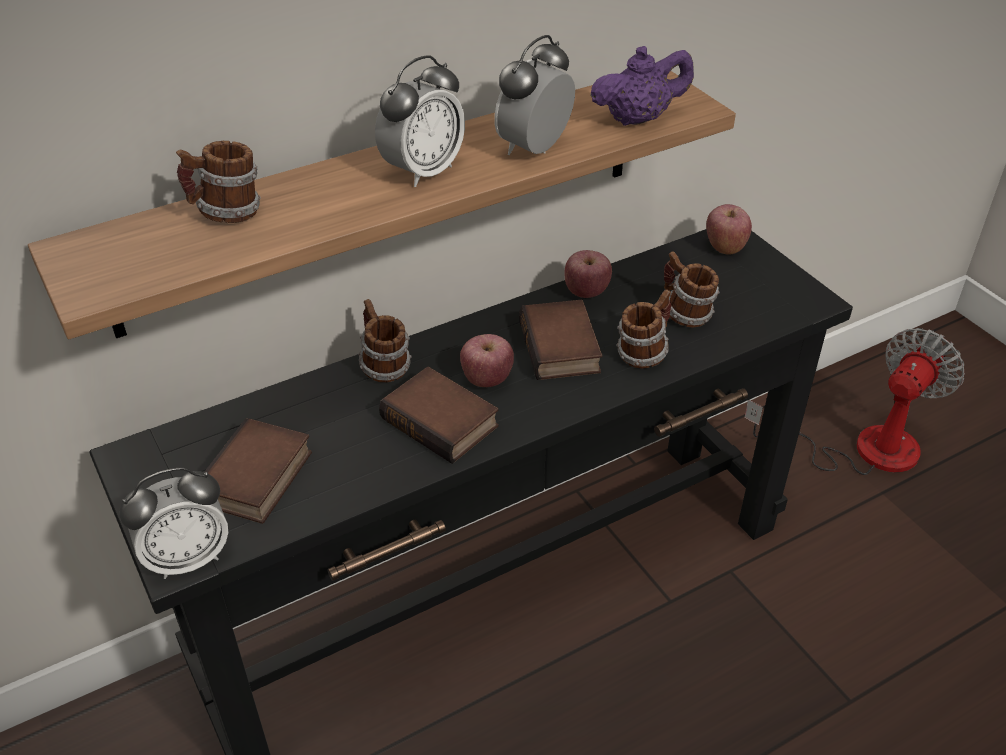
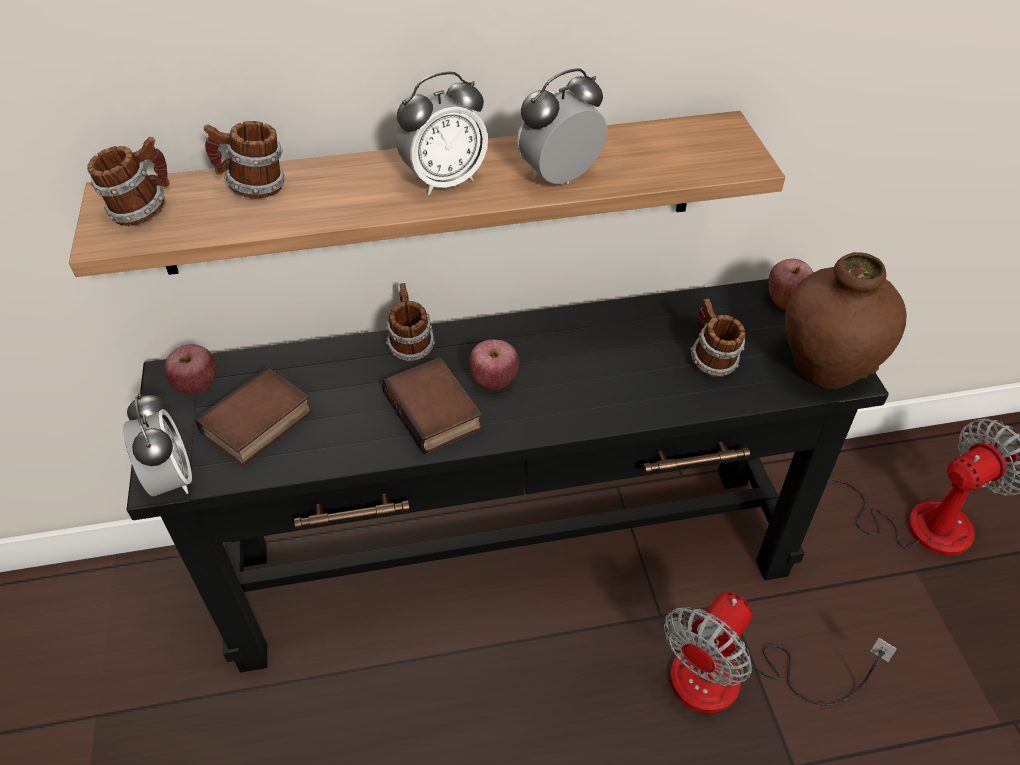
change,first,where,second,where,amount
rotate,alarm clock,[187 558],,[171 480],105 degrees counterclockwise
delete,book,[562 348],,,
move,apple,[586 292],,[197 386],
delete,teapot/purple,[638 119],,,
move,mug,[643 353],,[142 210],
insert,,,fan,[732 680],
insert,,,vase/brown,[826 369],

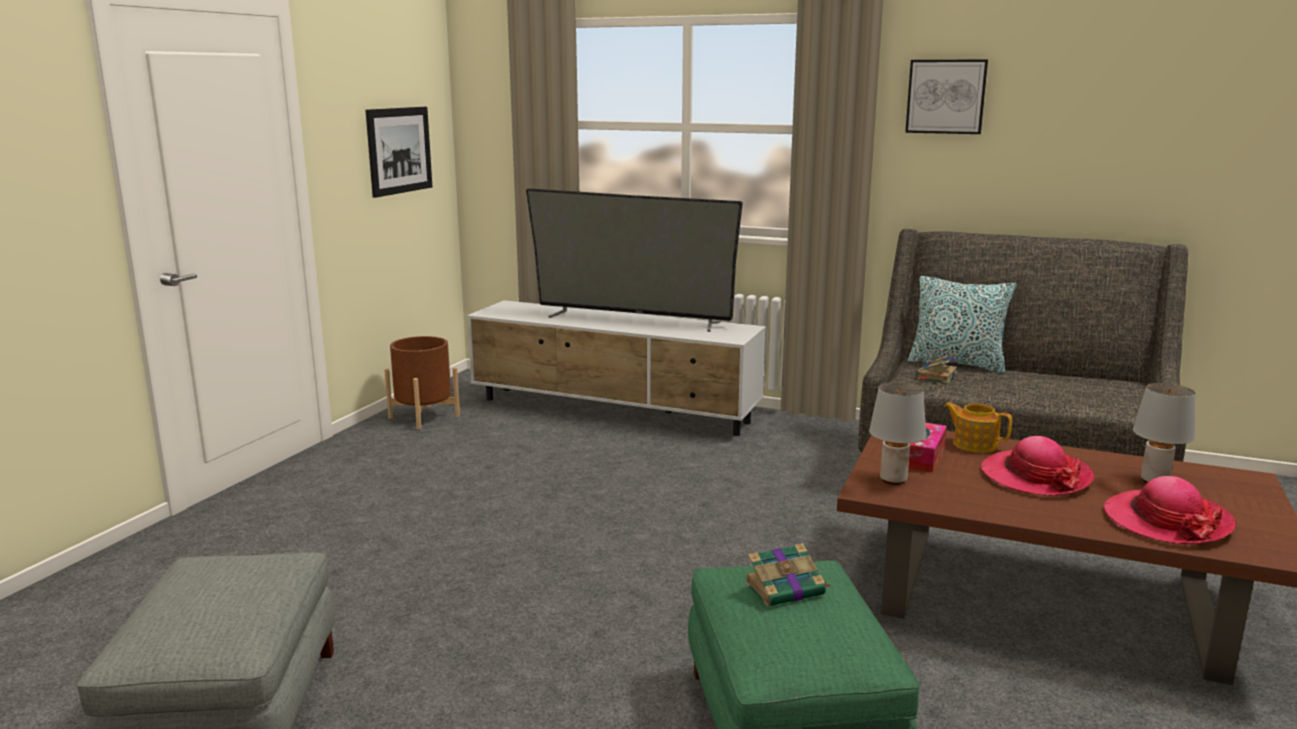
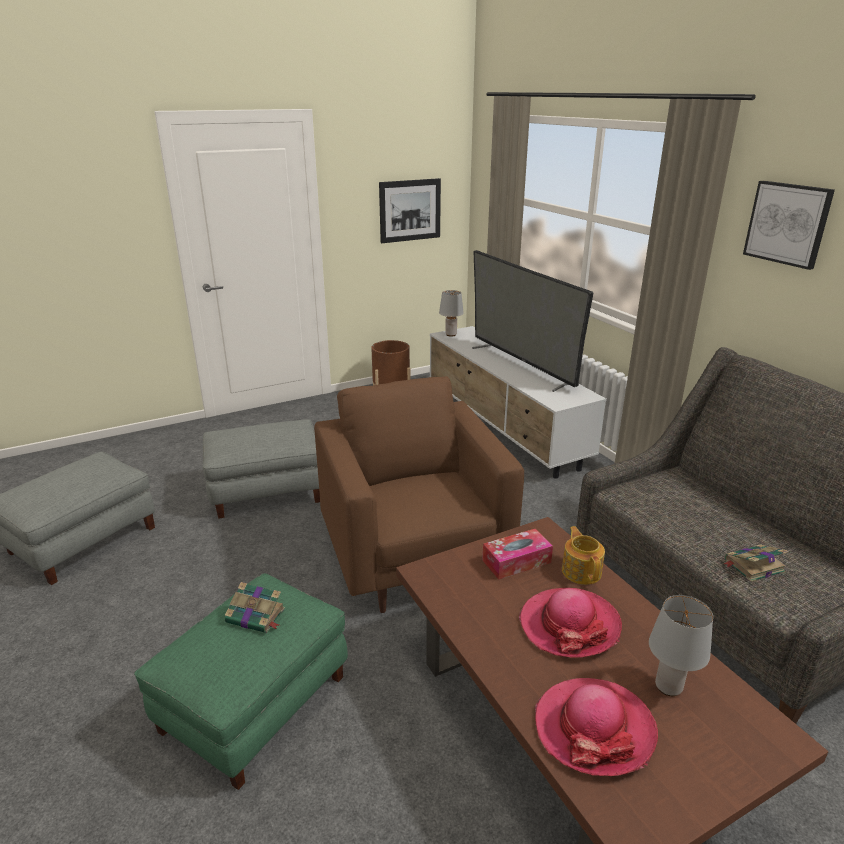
change,first,where,second,where,amount
move,table lamp/grey,[894 480],,[451 335],
delete,pillow,[957 364],,,
move,book,[936 376],,[753 566],
insert,,,ottoman/grey,[267 490],
insert,,,armchair/brown,[414 559],

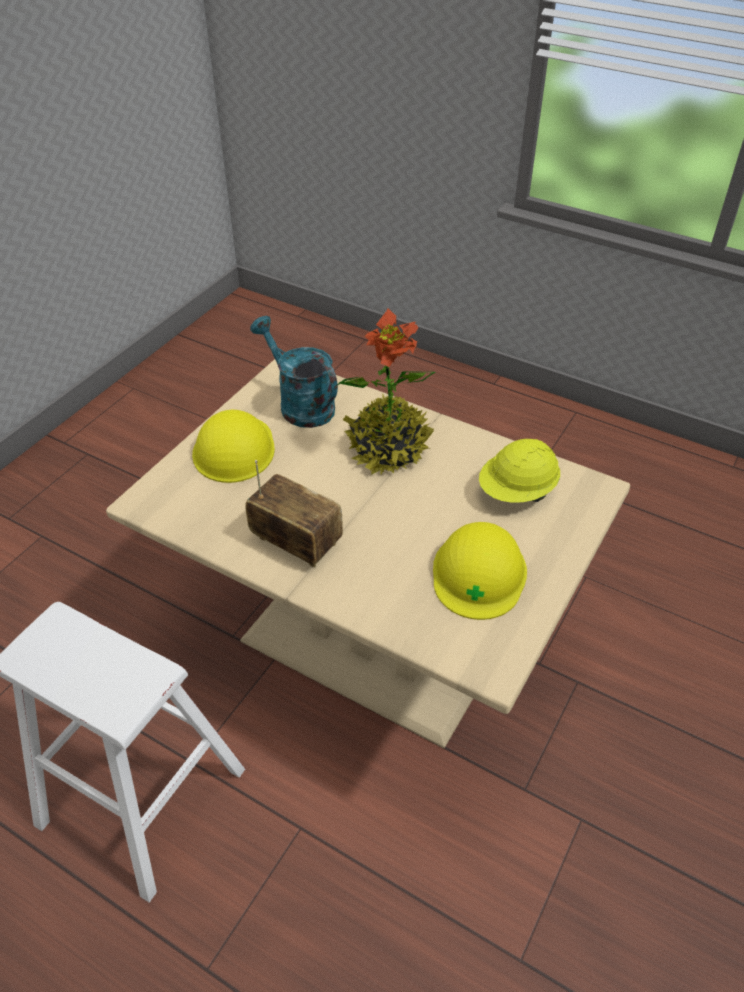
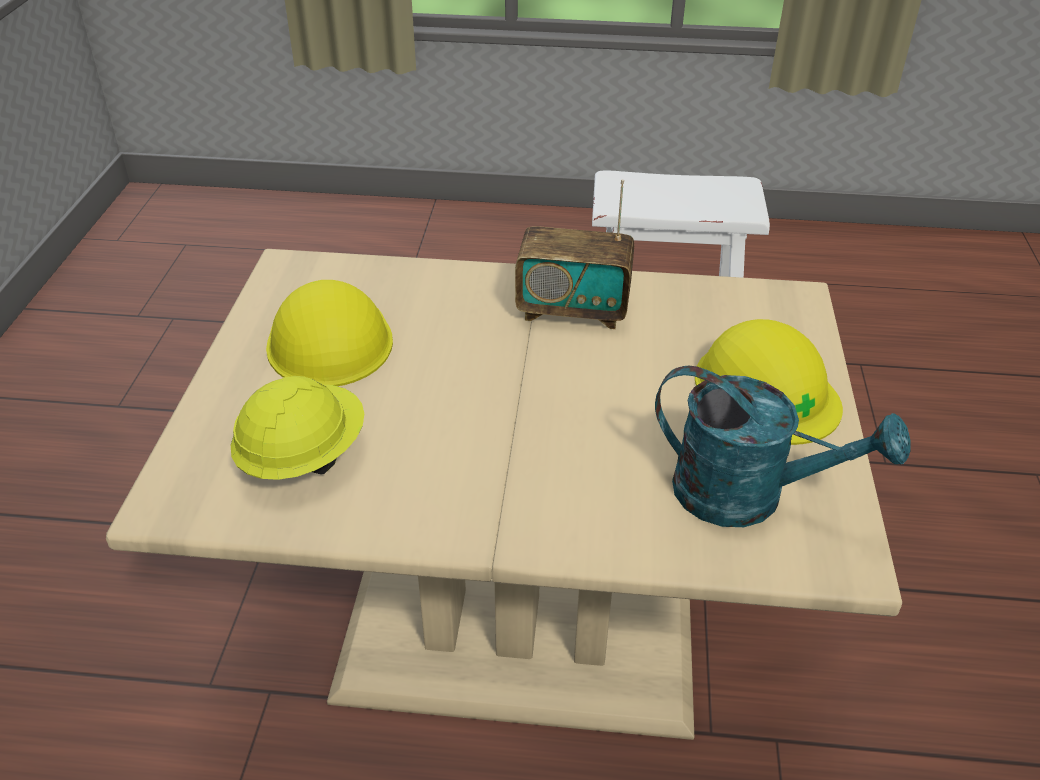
change,first,where,second,where,amount
delete,potted plant,[388 449],,,

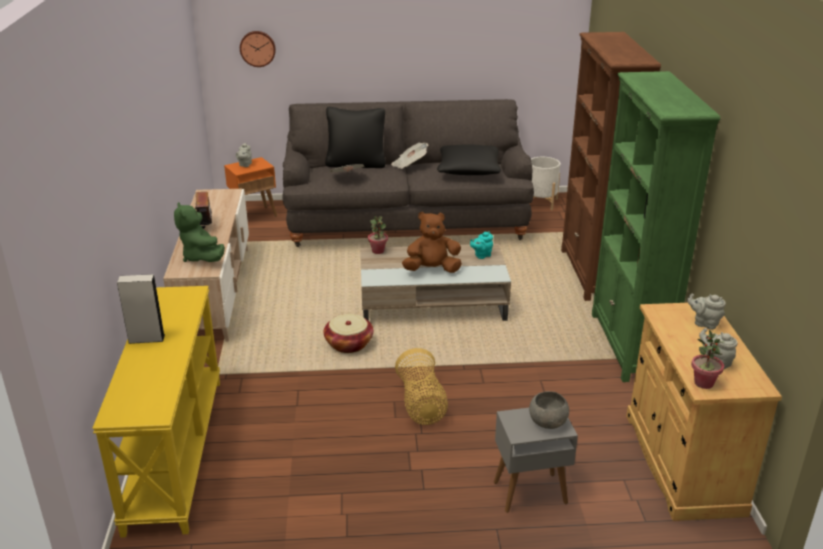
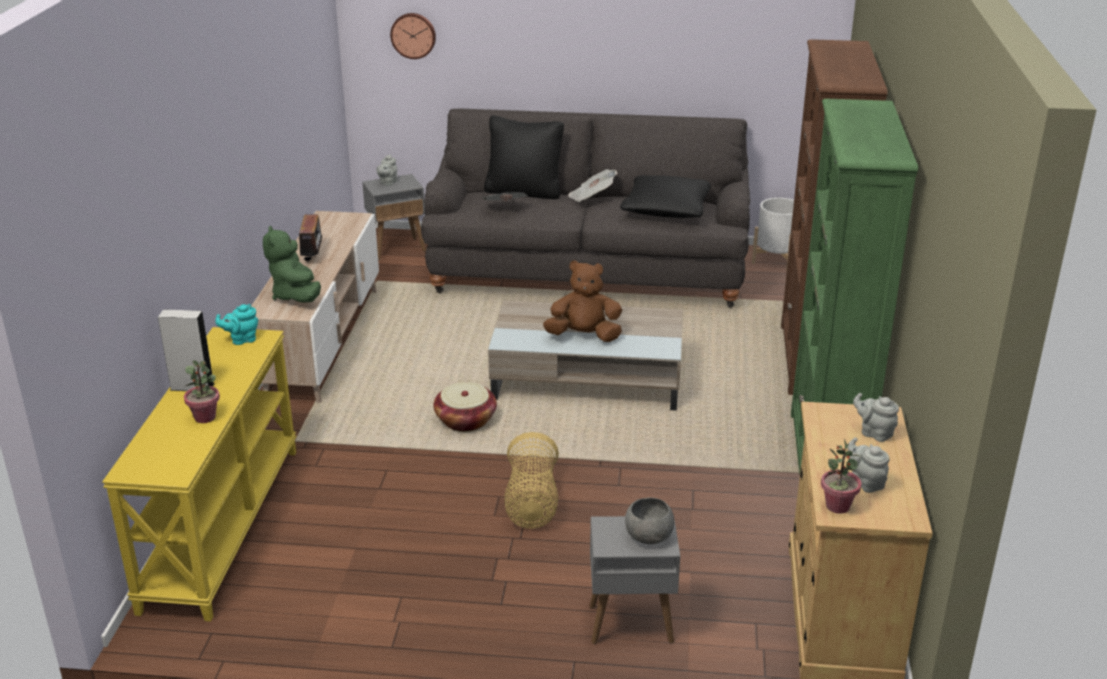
change,first,where,second,where,amount
recolor,side table/orange,[254 216],side table/grey,[397 248],
move,potted plant,[378 251],,[205 417],
move,teapot/turquoise,[481 255],,[241 340],

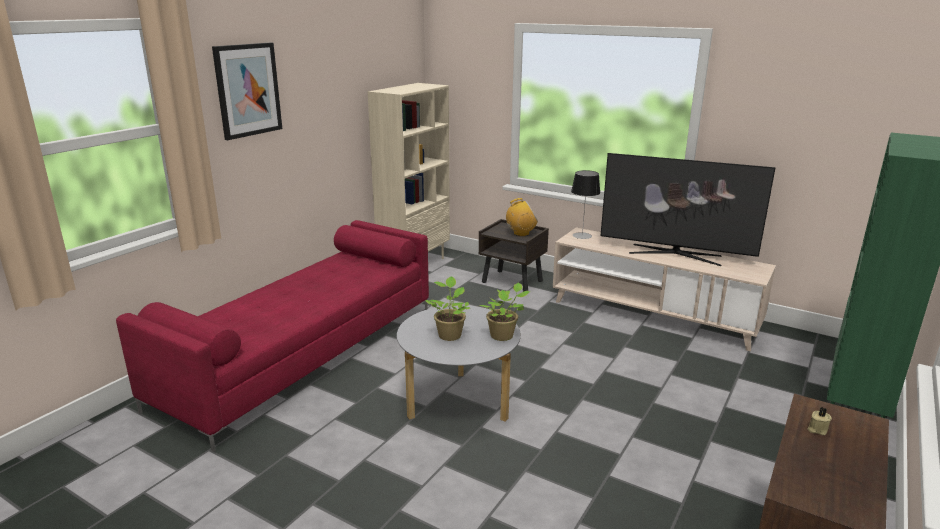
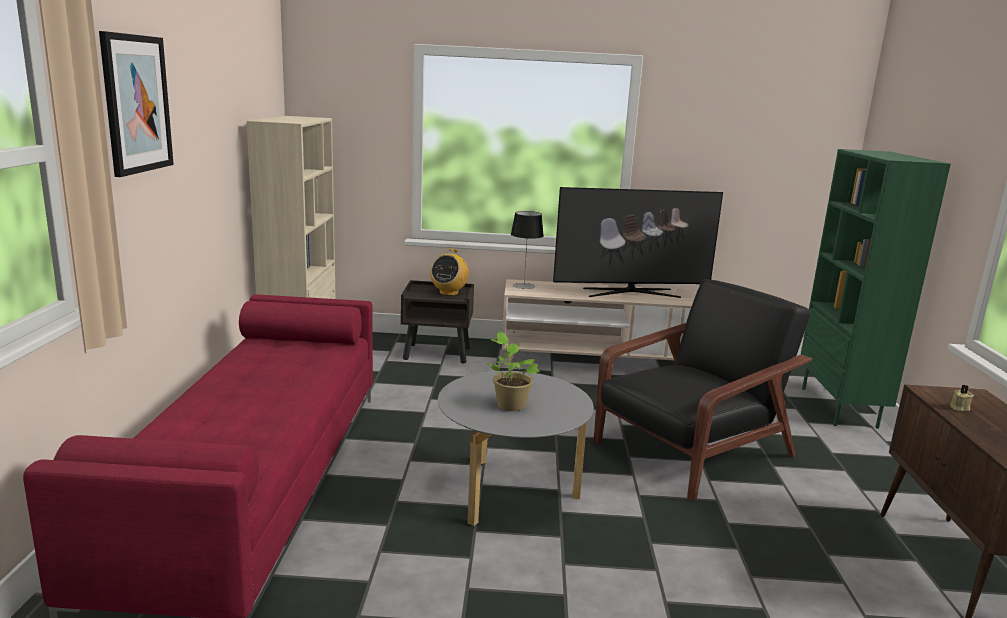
change,first,where,second,where,amount
delete,potted plant,[503 336],,,
rotate,radio,[521 233],,[449 293],150 degrees clockwise
insert,,,armchair/black,[690 450],

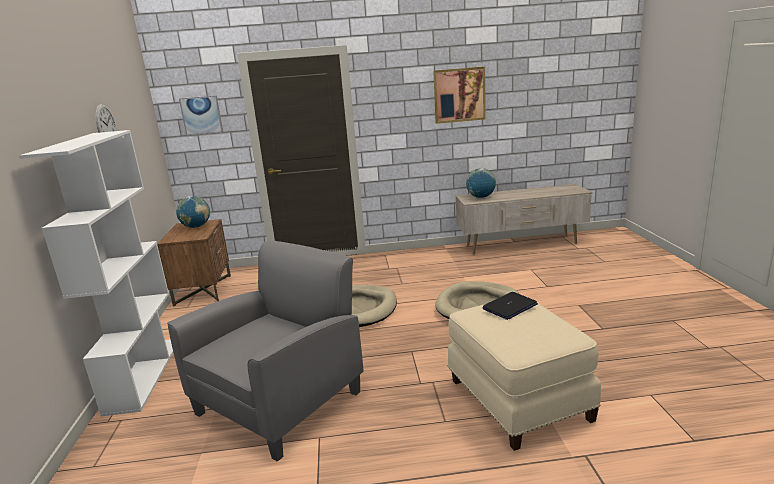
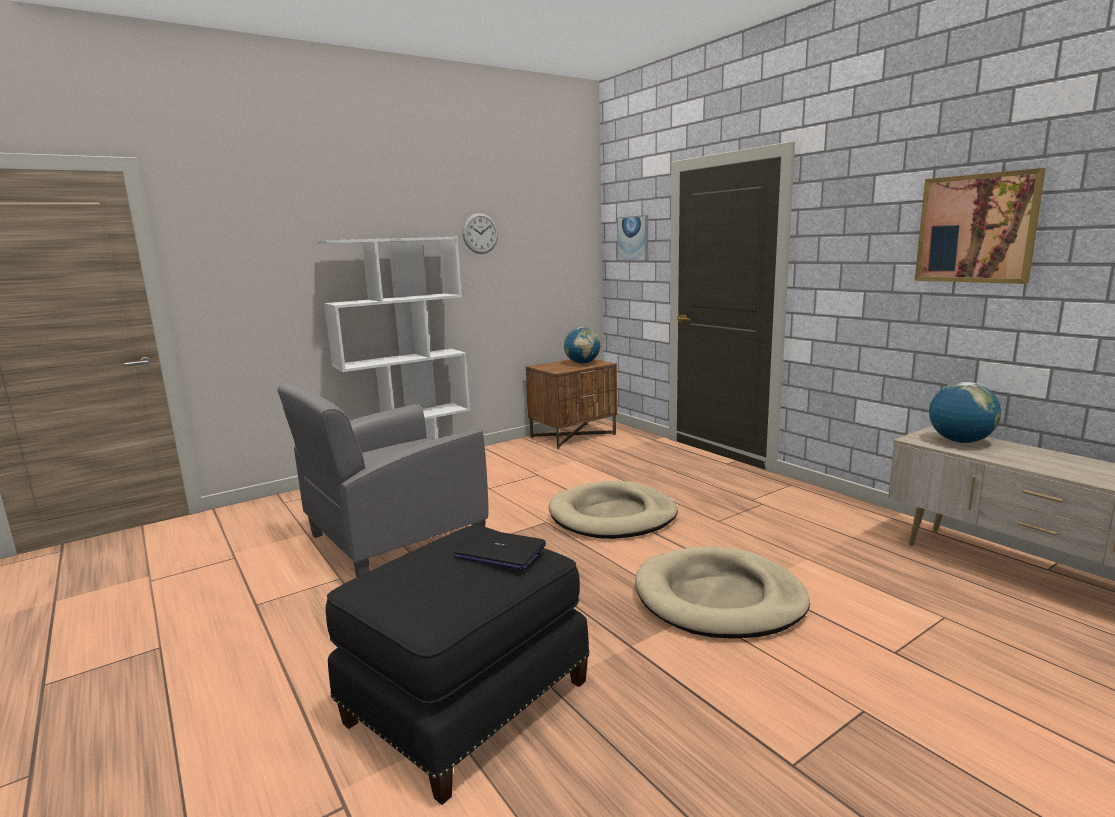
change,first,where,second,where,amount
rotate,armchair/grey,[281 402],,[393 539],135 degrees clockwise
recolor,ottoman/beige,[516 400],ottoman/black,[465 700],

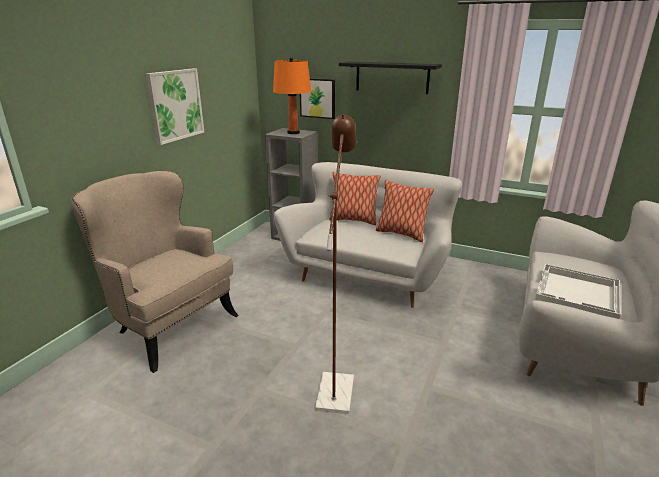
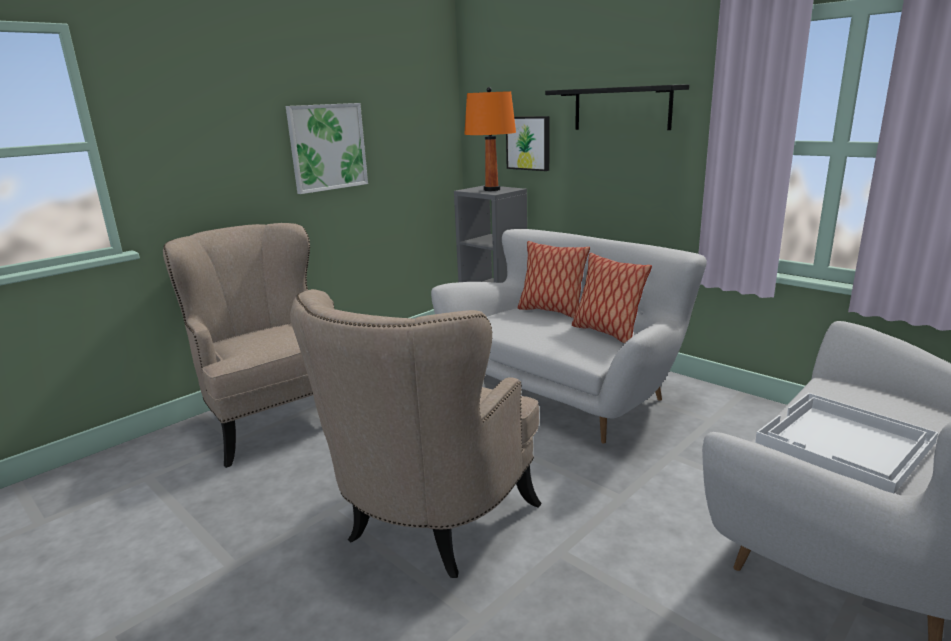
change,first,where,second,where,amount
replace,floor lamp/brown,[336 386],armchair/beige,[429 525],

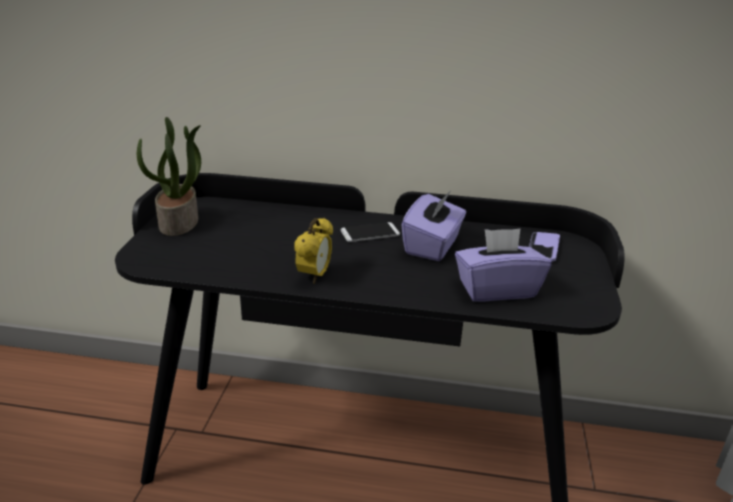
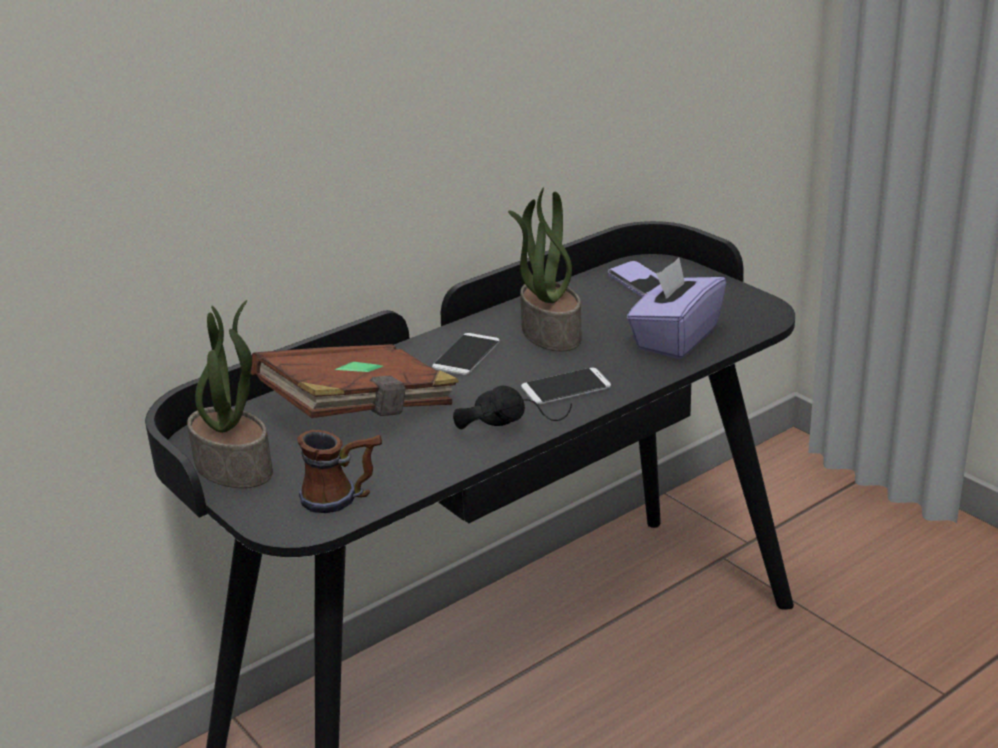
change,first,where,second,where,amount
replace,alarm clock,[314 276],headphones/black,[510 423],
replace,tissue box/purple,[433 246],potted plant,[549 333],
insert,,,book/brown,[360 412],
insert,,,mug,[343 498],
insert,,,phone,[566 387],

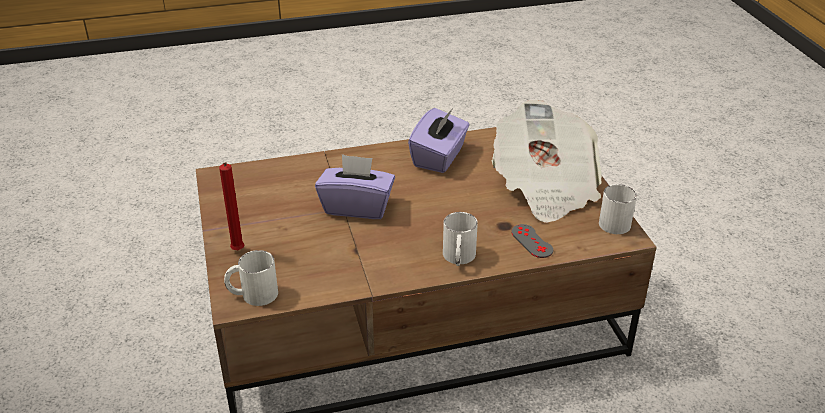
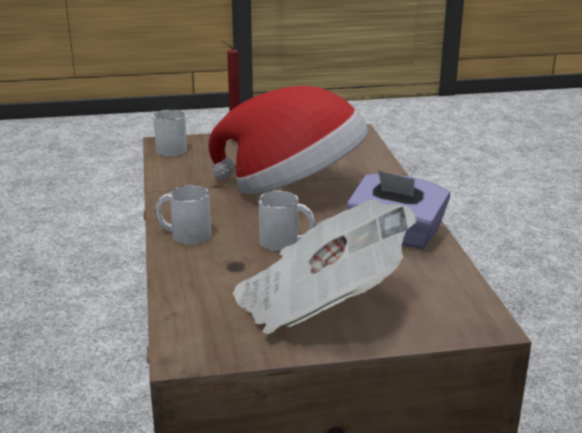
change,first,where,second,where,amount
replace,tissue box/purple,[357 207],hat,[293 187],
delete,game controller/grey,[532 241],,,
move,mug/white,[614 220],,[287 242],

